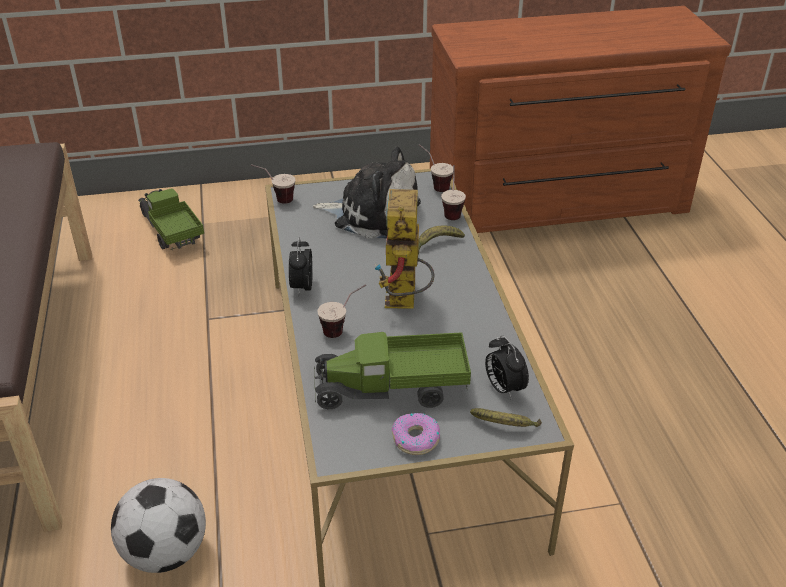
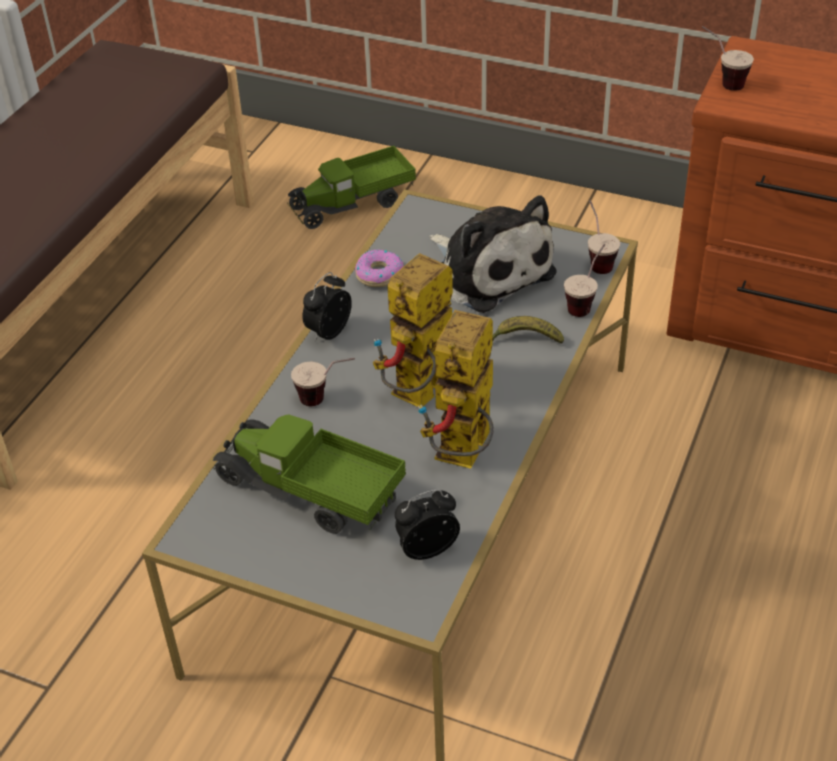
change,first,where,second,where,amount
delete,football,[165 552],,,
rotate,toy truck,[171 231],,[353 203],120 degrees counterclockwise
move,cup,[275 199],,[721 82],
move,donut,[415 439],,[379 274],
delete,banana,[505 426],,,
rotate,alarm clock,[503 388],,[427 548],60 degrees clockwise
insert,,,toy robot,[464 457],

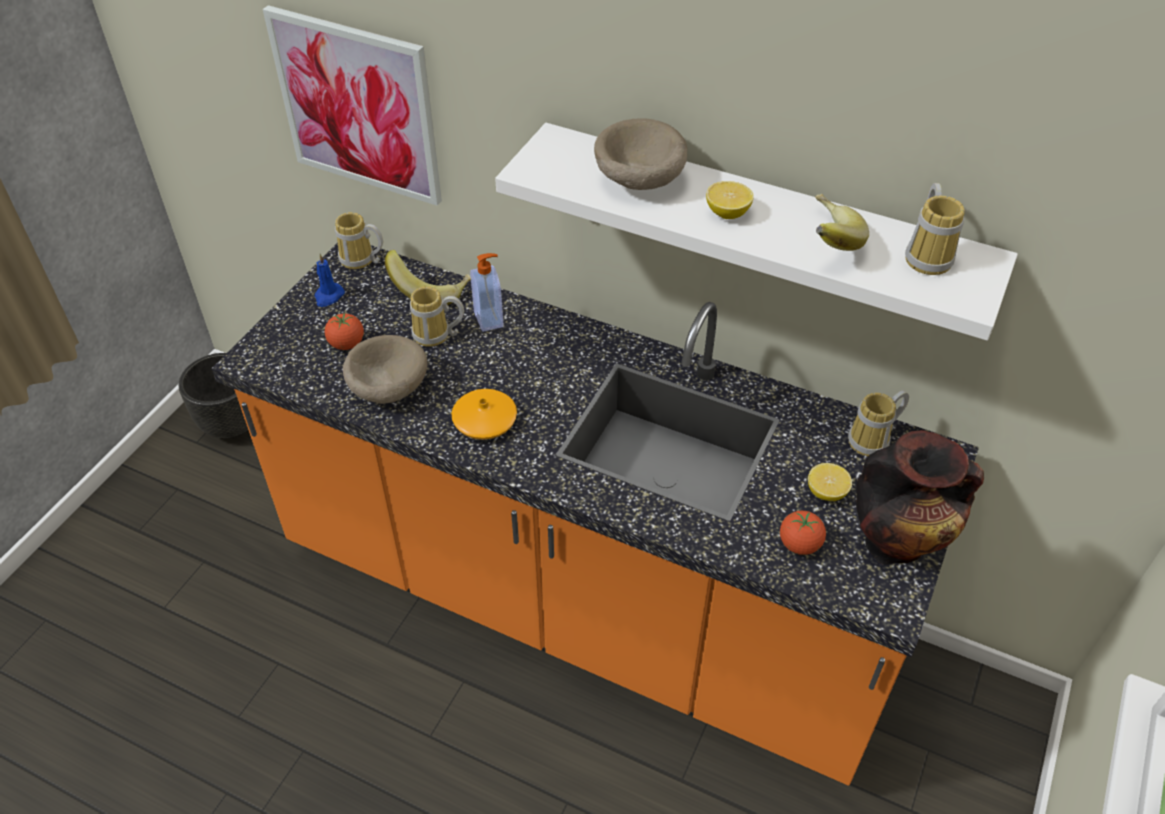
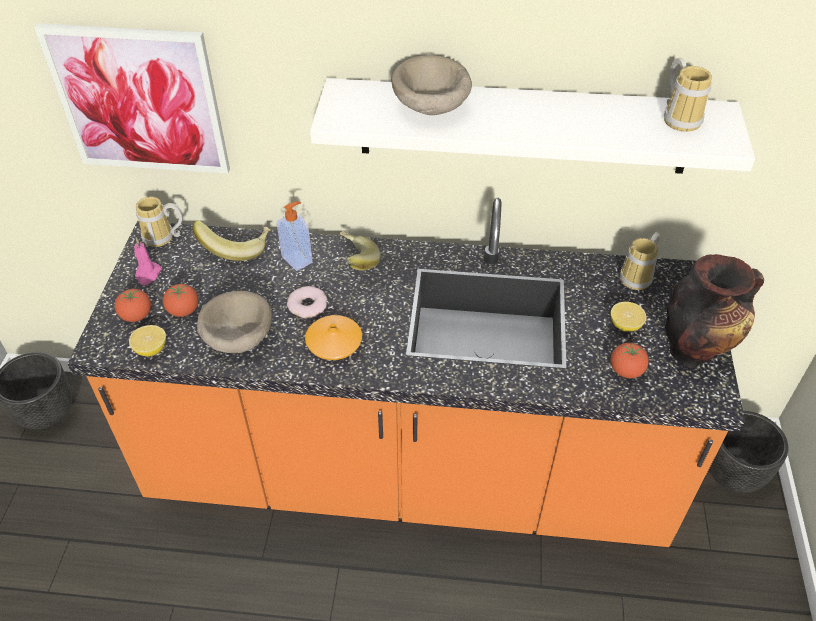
change,first,where,second,where,amount
recolor,candle/blue,[328 296],candle/pink,[148 274],
delete,mug,[436 337],,,
move,lemon,[727 213],,[151 349],
move,banana,[825 241],,[353 263],
insert,,,tomato,[136 316],
insert,,,donut,[308 305],
insert,,,planter/black,[731 475],

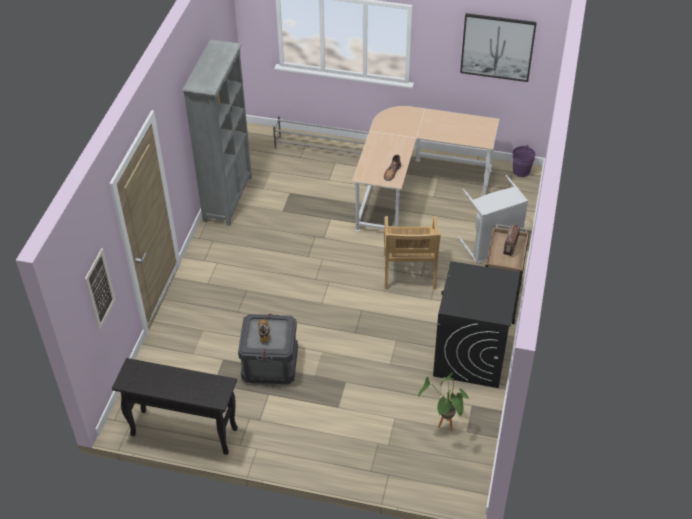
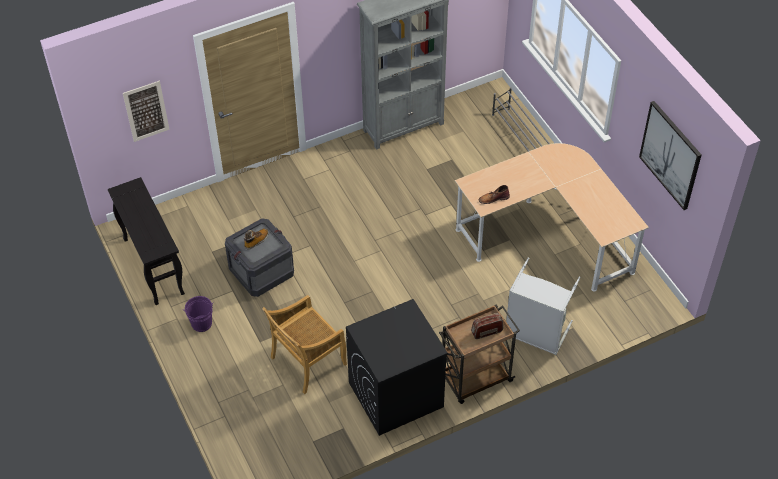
change,first,where,second,where,amount
move,chair/beige,[409 272],,[307 362],
delete,potted plant,[444 429],,,
move,bucket/purple,[521 171],,[201 323],

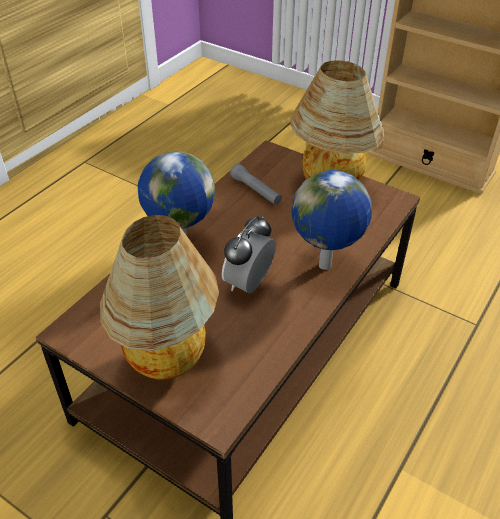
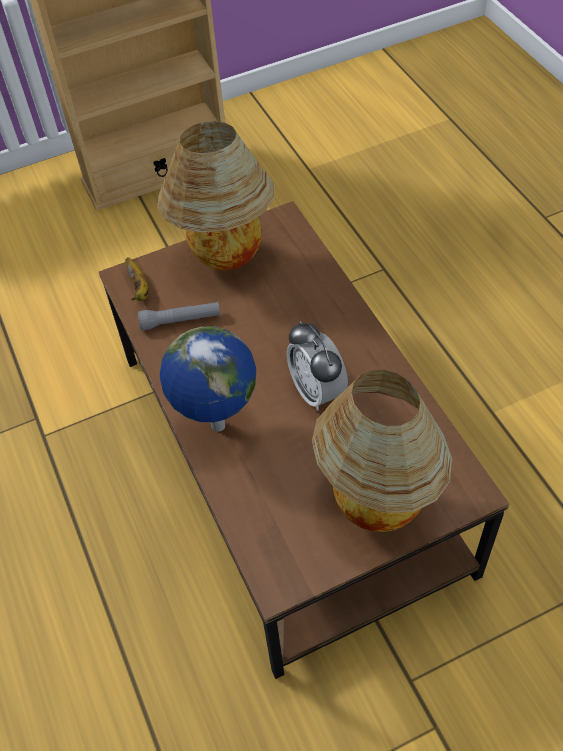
change,first,where,second,where,amount
delete,globe,[326 266],,,
insert,,,banana,[139 288],

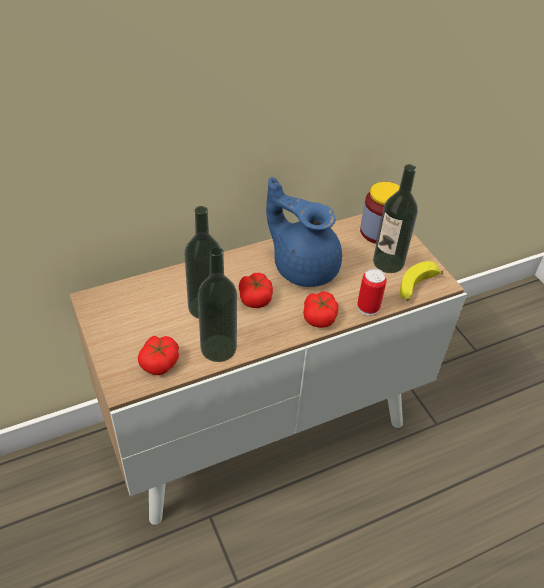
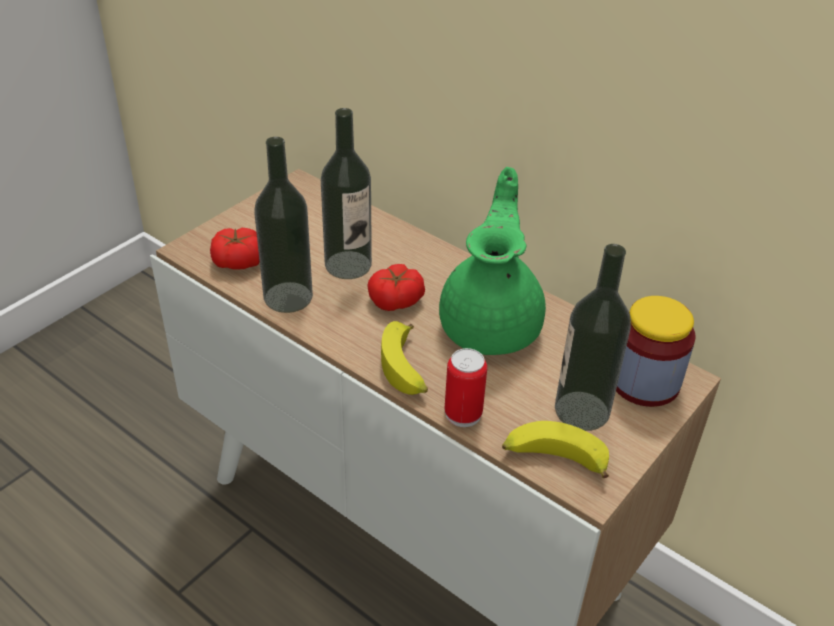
change,first,where,second,where,amount
recolor,teapot/blue,[303 266],teapot/green,[492 324],
replace,tomato,[319 316],banana,[406 368],

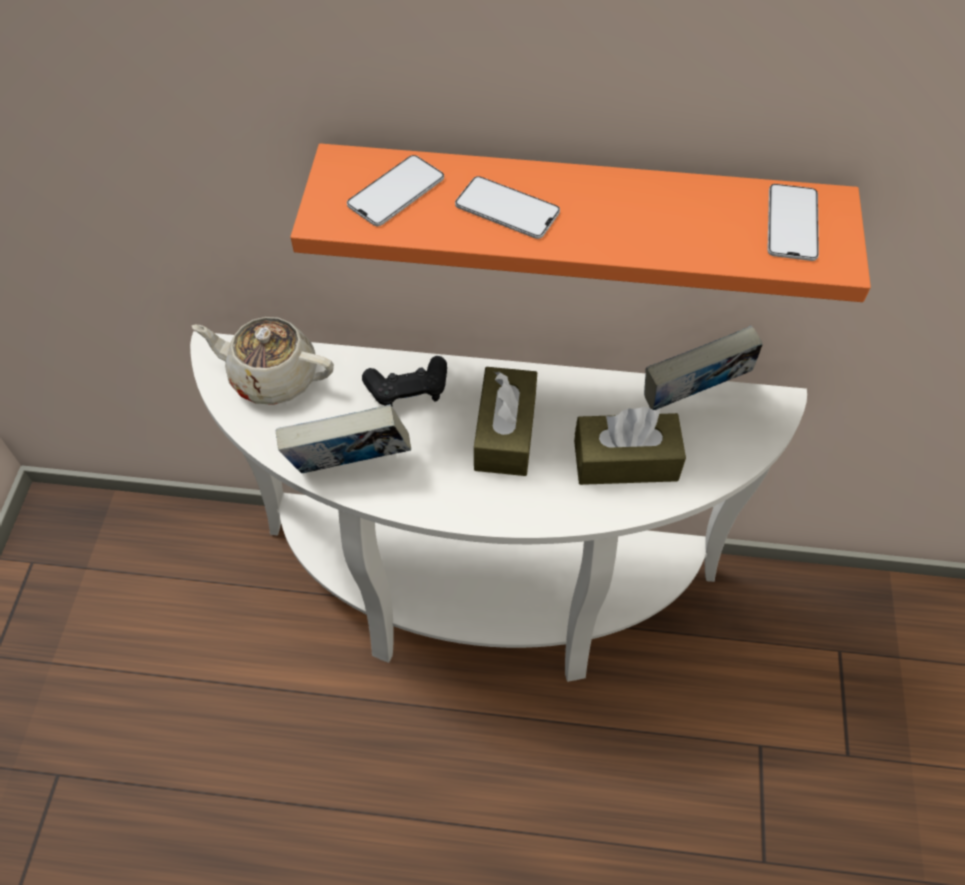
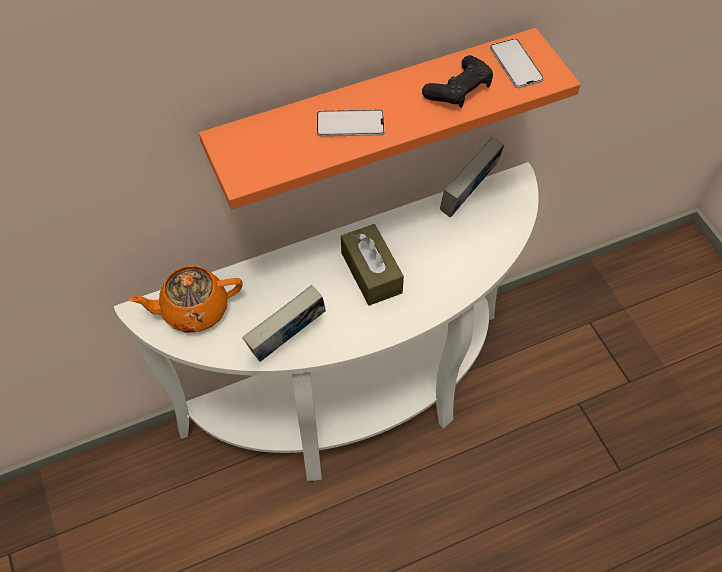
change,first,where,second,where,amount
recolor,teapot/beige,[272 376],teapot/orange,[193 310],
delete,phone,[396 191],,,
move,game controller/black,[408 390],,[459 90],
delete,tissue box/brown,[625 460],,,

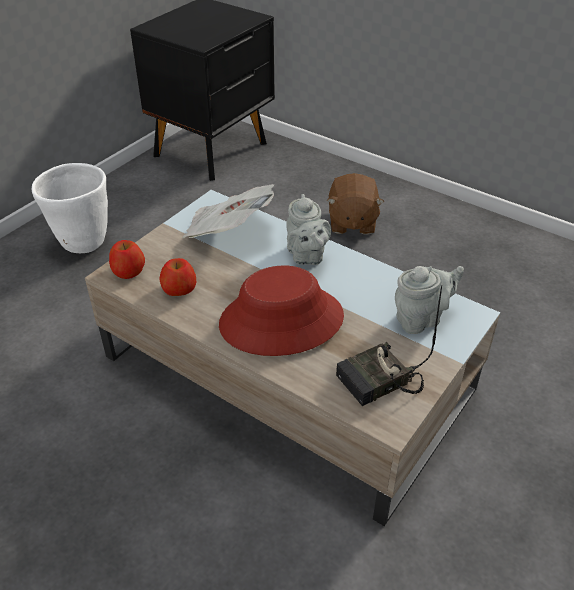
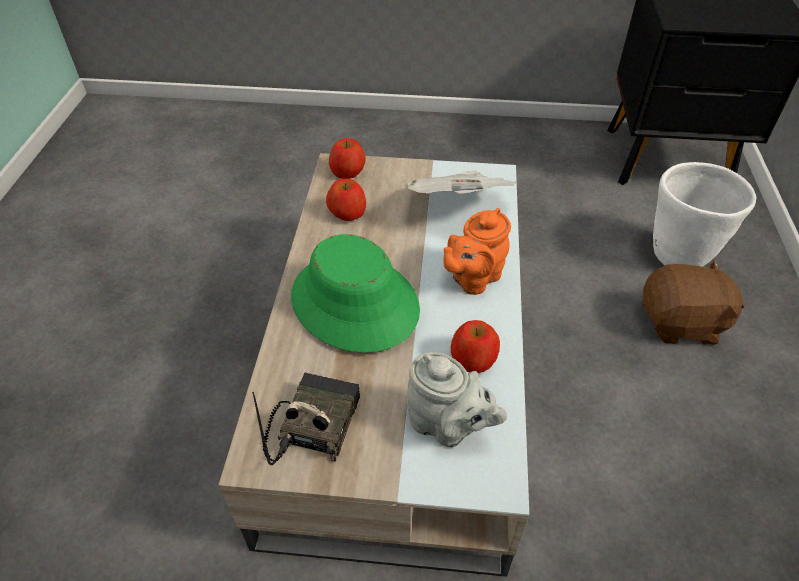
change,first,where,second,where,amount
move,planter/white,[83 242],,[677 256],
recolor,hat/red,[281 321],hat/green,[354 303],
recolor,teapot/grey,[306 256],teapot/orange,[473 279],
rotate,plush toy/brown,[351 222],,[681 323],150 degrees counterclockwise
rotate,radio,[379 382],,[312 424],75 degrees clockwise
insert,,,apple,[473 358],

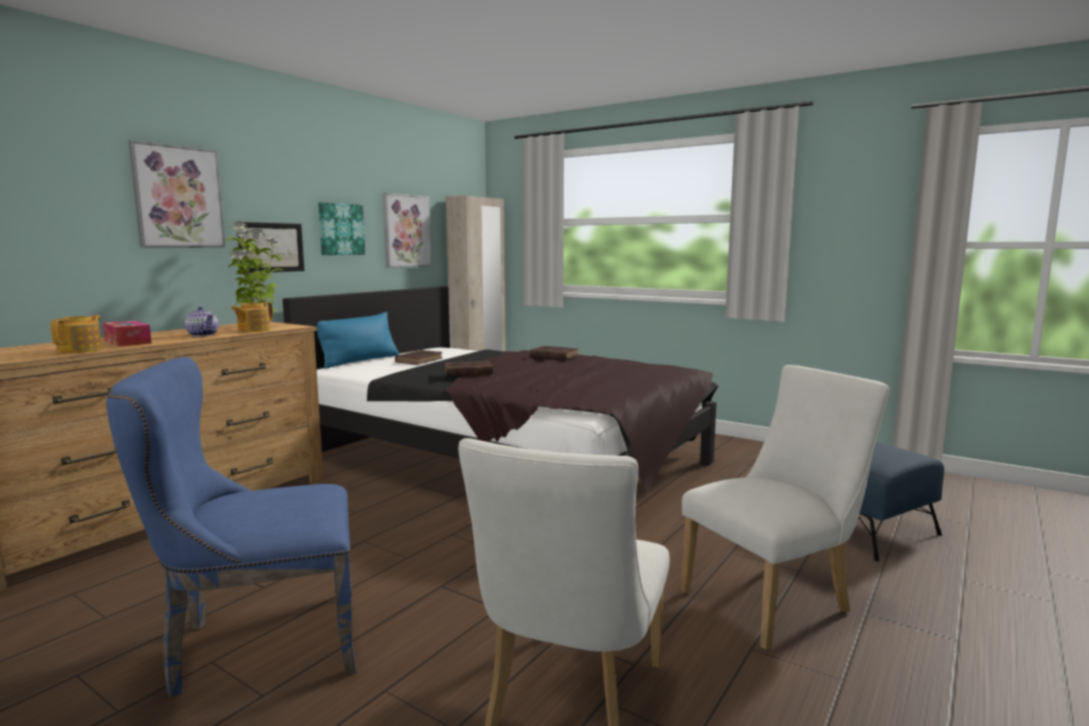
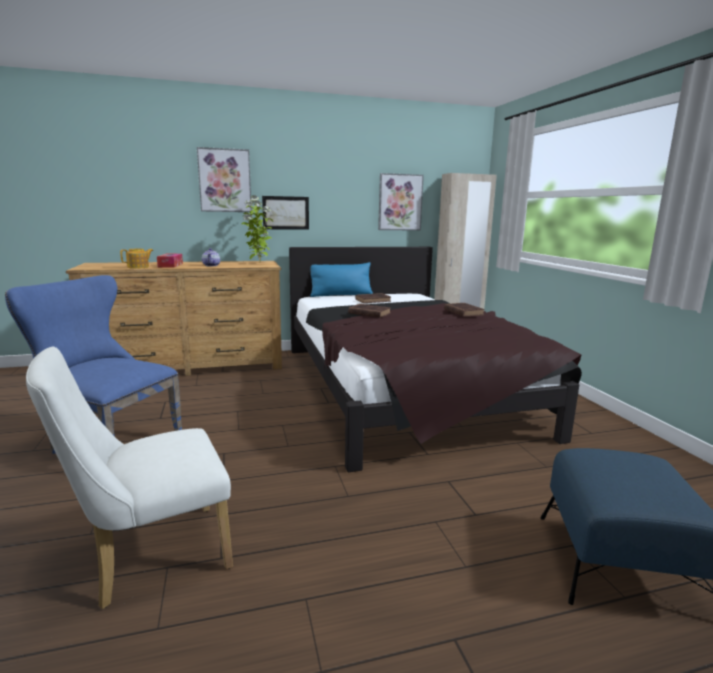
change,first,where,second,where,amount
delete,teapot,[253 330],,,
delete,picture,[340 229],,,
delete,chair/white,[774 600],,,

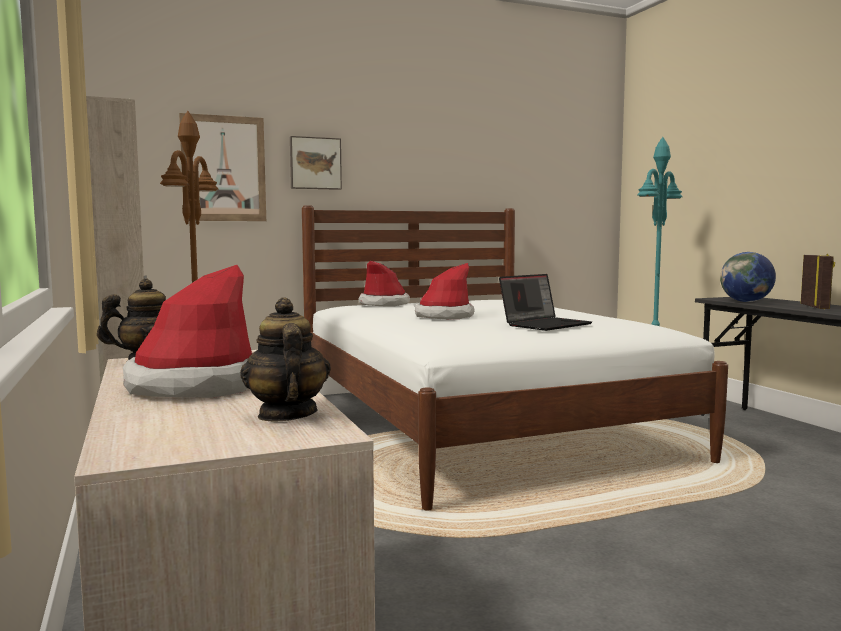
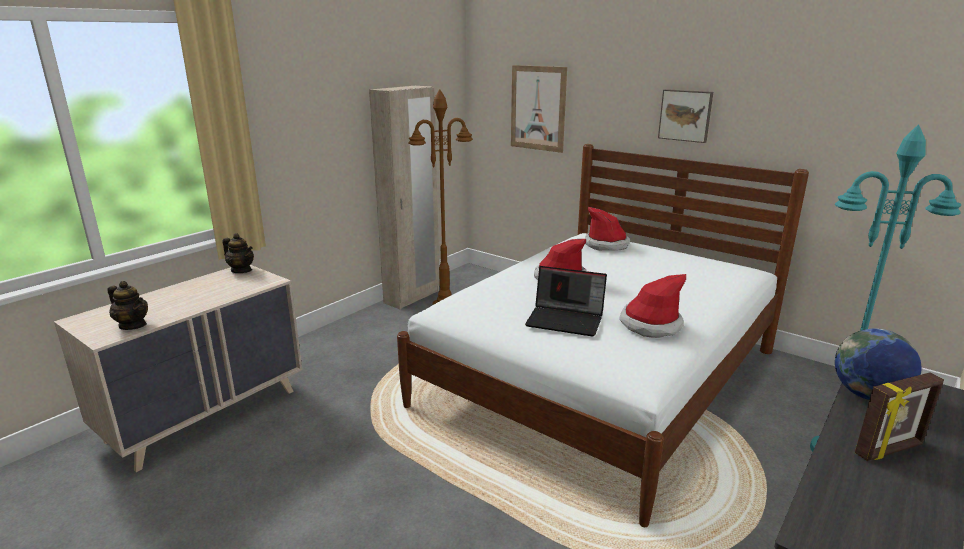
change,first,where,second,where,amount
move,hat,[196 386],,[650 325],
rotate,teapot,[286 415],,[133 325],75 degrees clockwise
move,picture,[315 163],,[685 115],

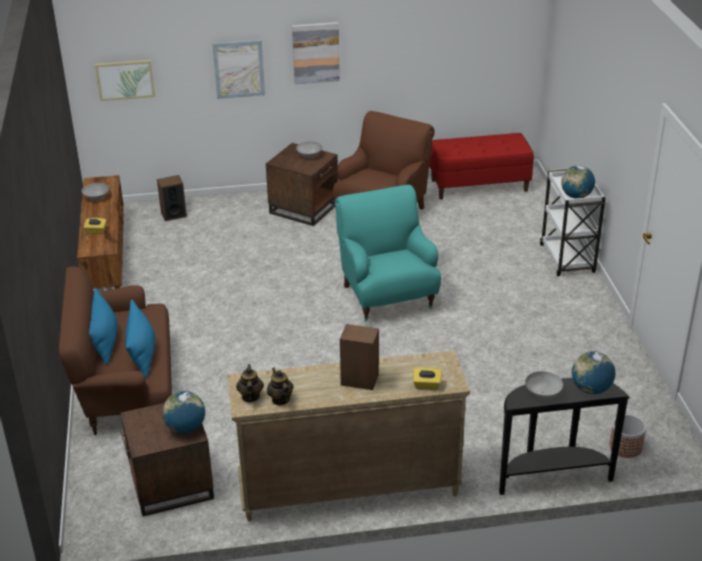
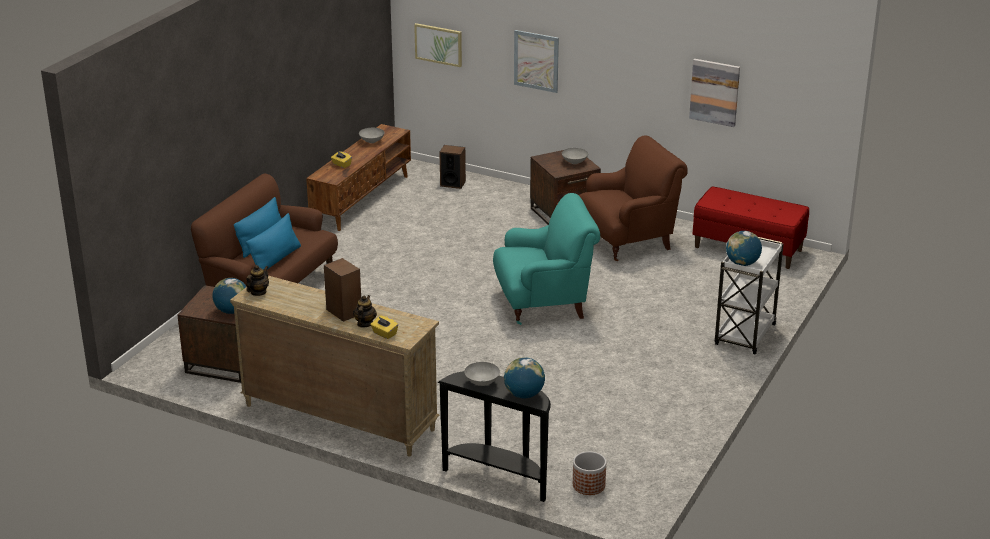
change,first,where,second,where,amount
move,teapot,[280 399],,[364 323],
move,picture,[316 52],,[714 92],
rotate,armchair/turquoise,[387 296],,[544 304],60 degrees clockwise

